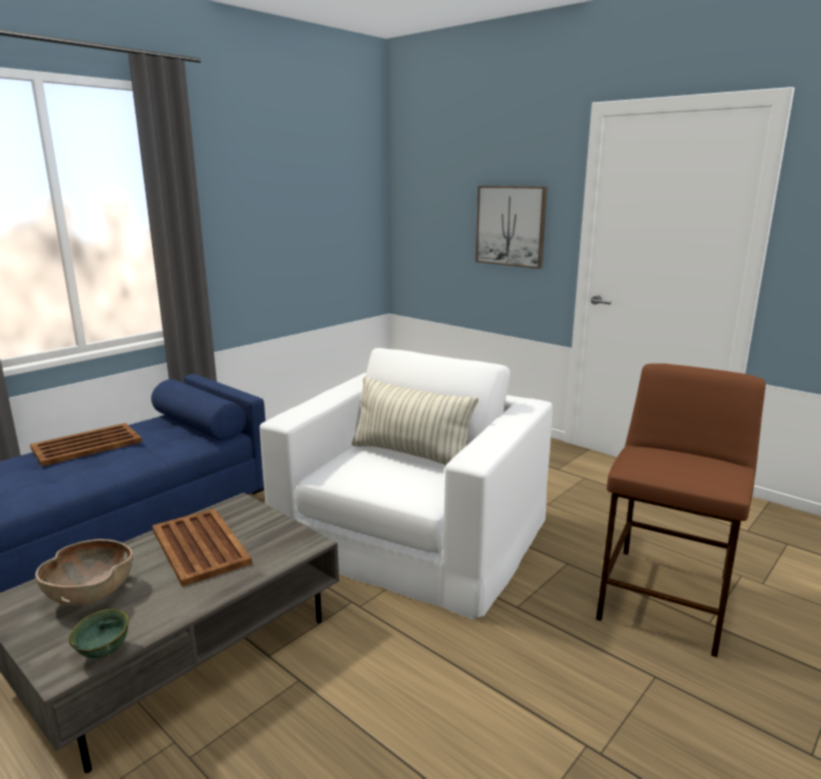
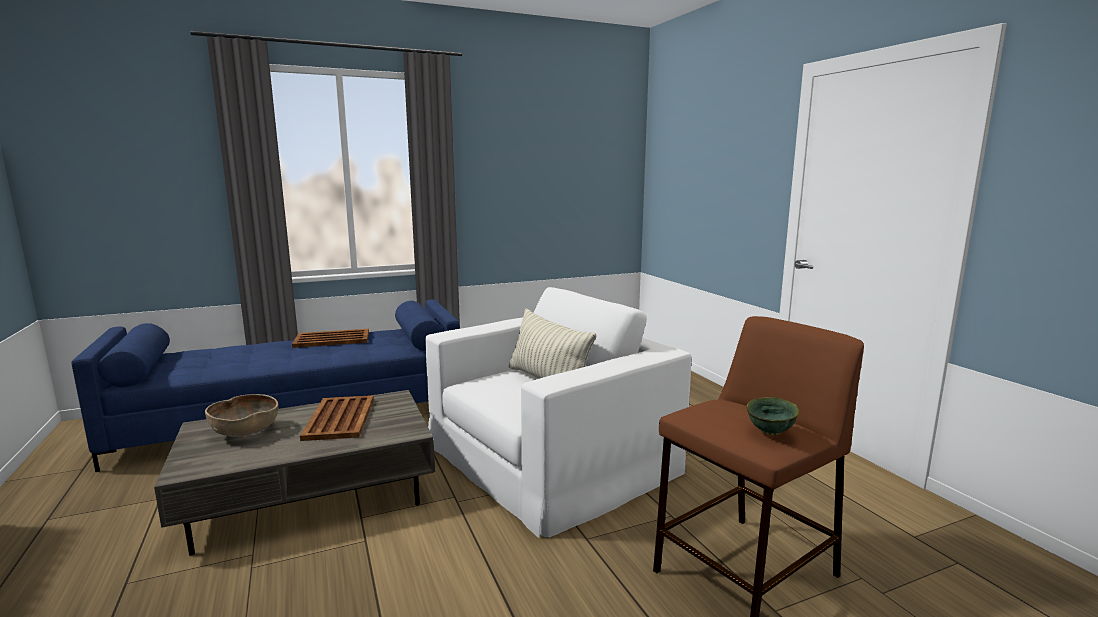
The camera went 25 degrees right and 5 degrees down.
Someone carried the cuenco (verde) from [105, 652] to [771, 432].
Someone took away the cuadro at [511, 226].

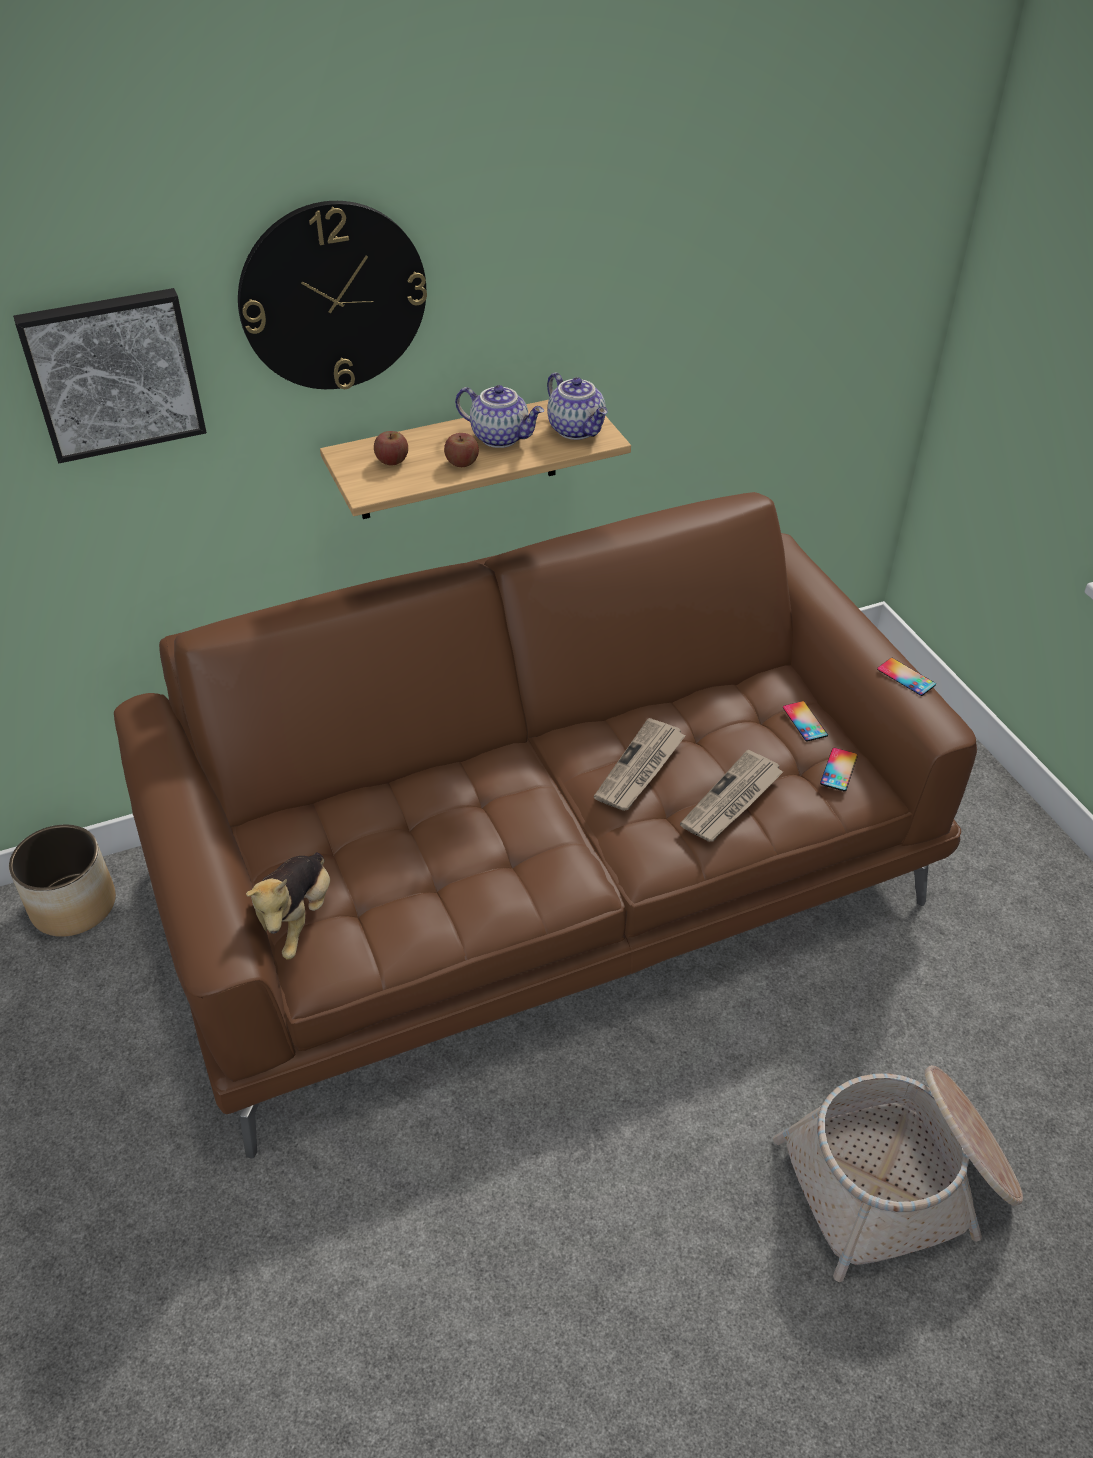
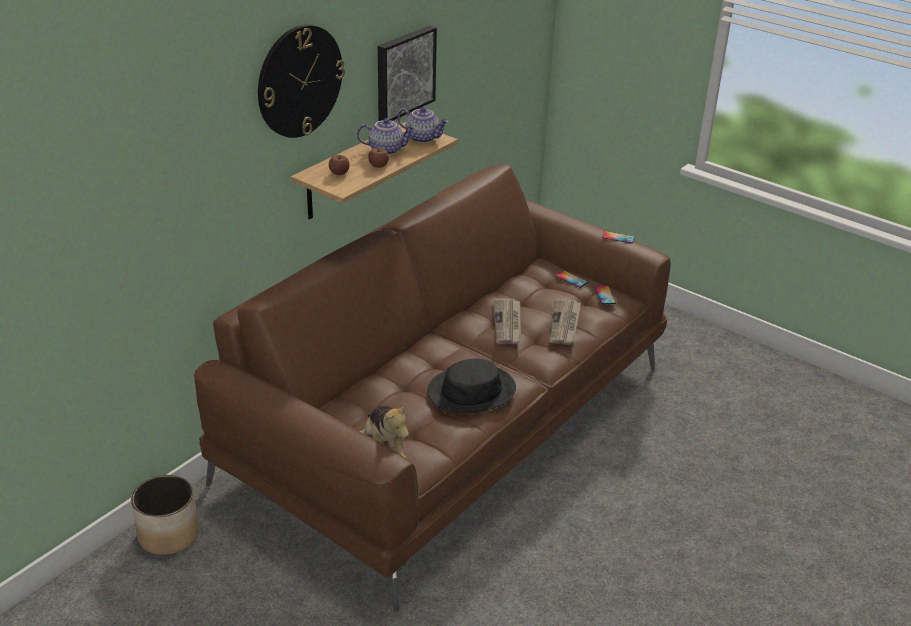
The camera went 30 degrees left and 10 degrees down.
Someone carried the cuadro from [113, 373] to [404, 73].
Someone took away the cesta at [900, 1181].
Someone put down the sombrero (negro) at [471, 390].

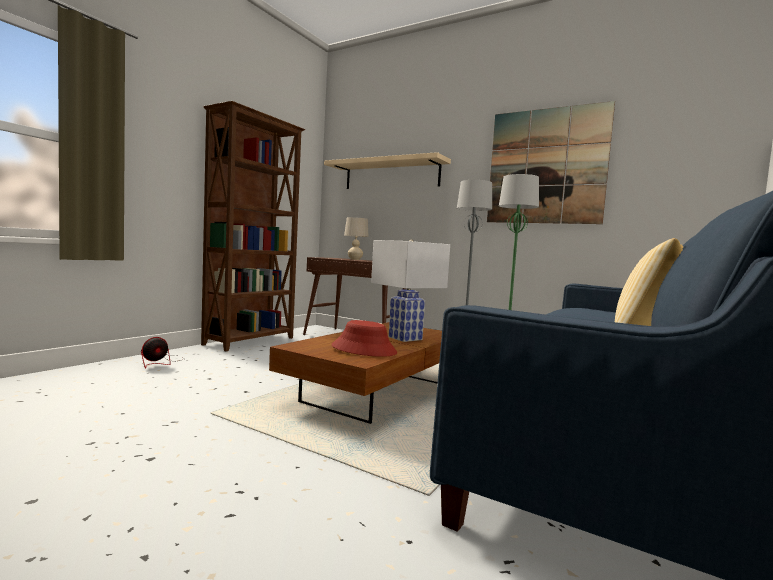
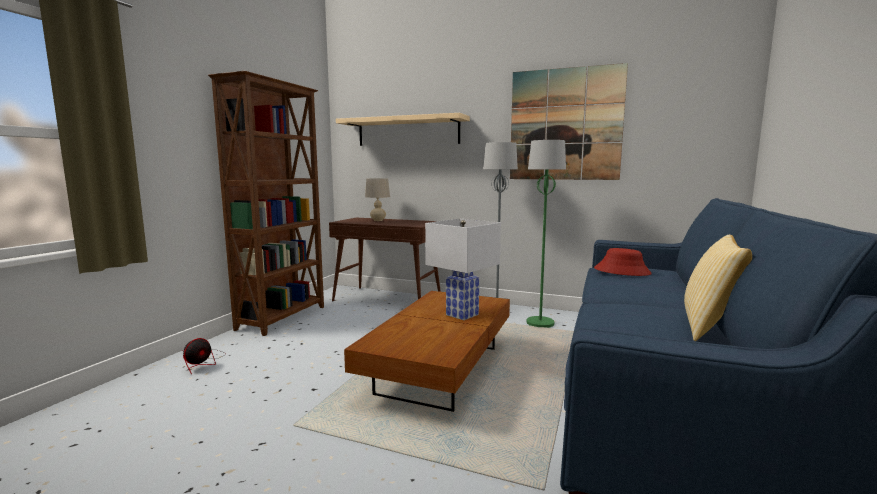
The camera went 10 degrees left and 5 degrees up.
Someone carried the sombrero (rojo) from [364, 350] to [622, 271].

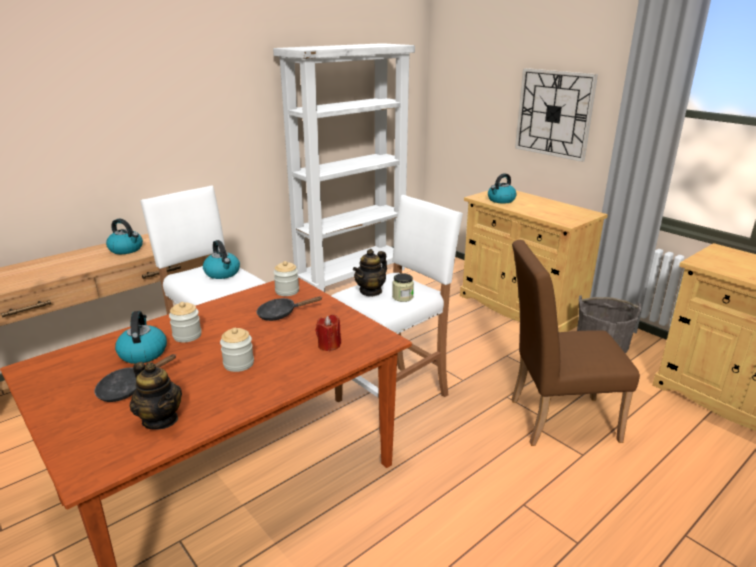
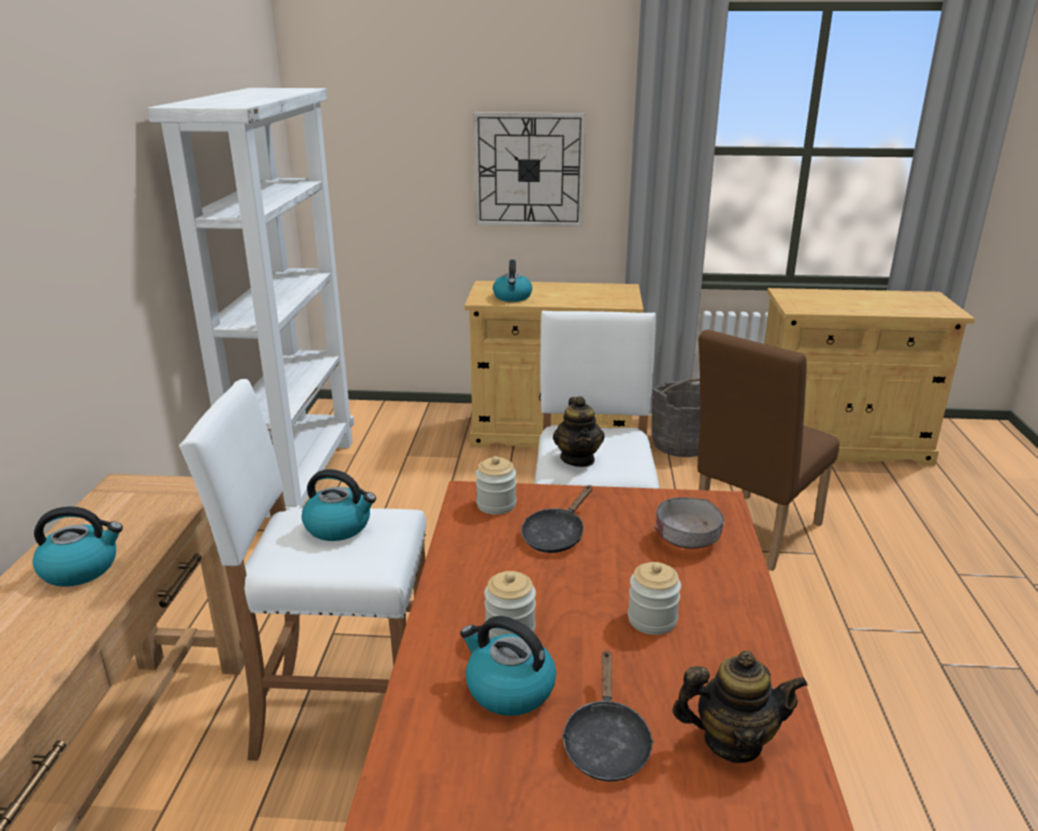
The camera went 45 degrees left and 0 degrees up.
Someone swapped the vela (rojo) at [329, 345] for the cuenco (gris) at [686, 539].
Someone took away the tarro at [402, 297].

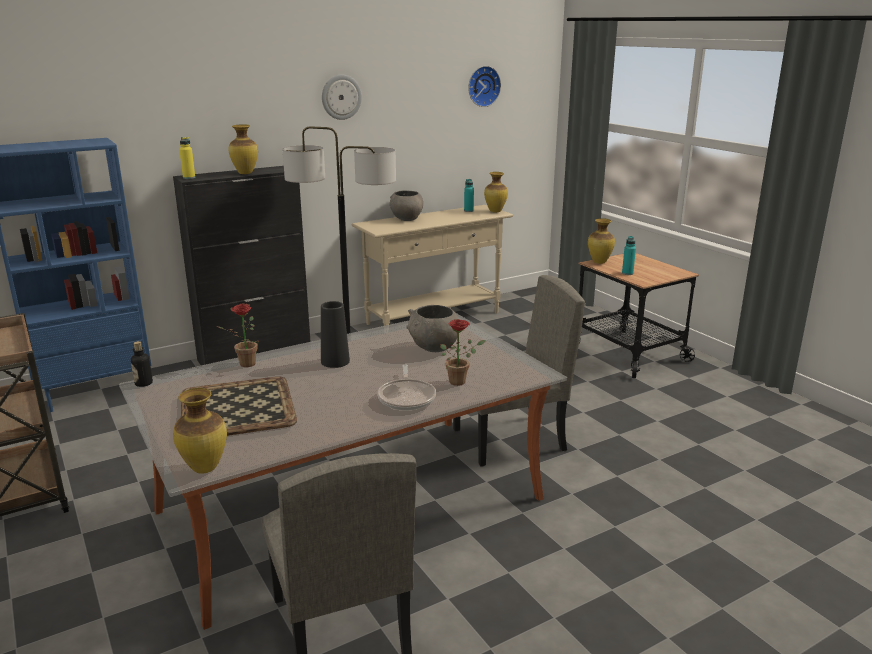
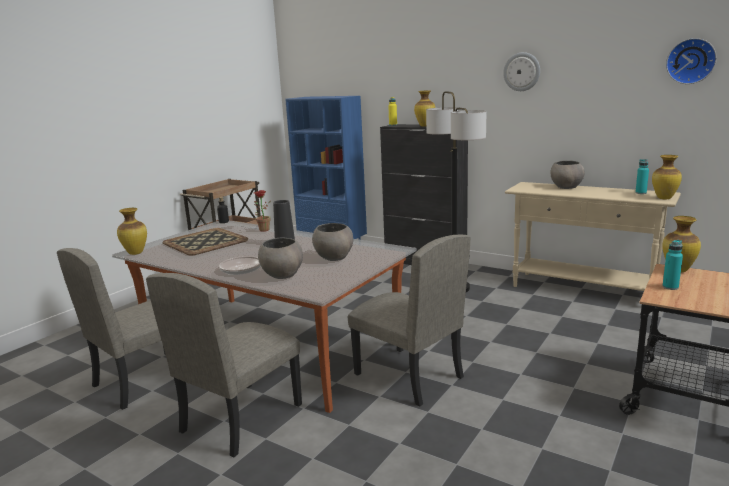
The camera went 65 degrees right and 5 degrees down.
Someone swapped the planta en maceta at [460, 381] for the cuenco (gris) at [282, 275].
Someone put down the silla (beis) at [241, 417].

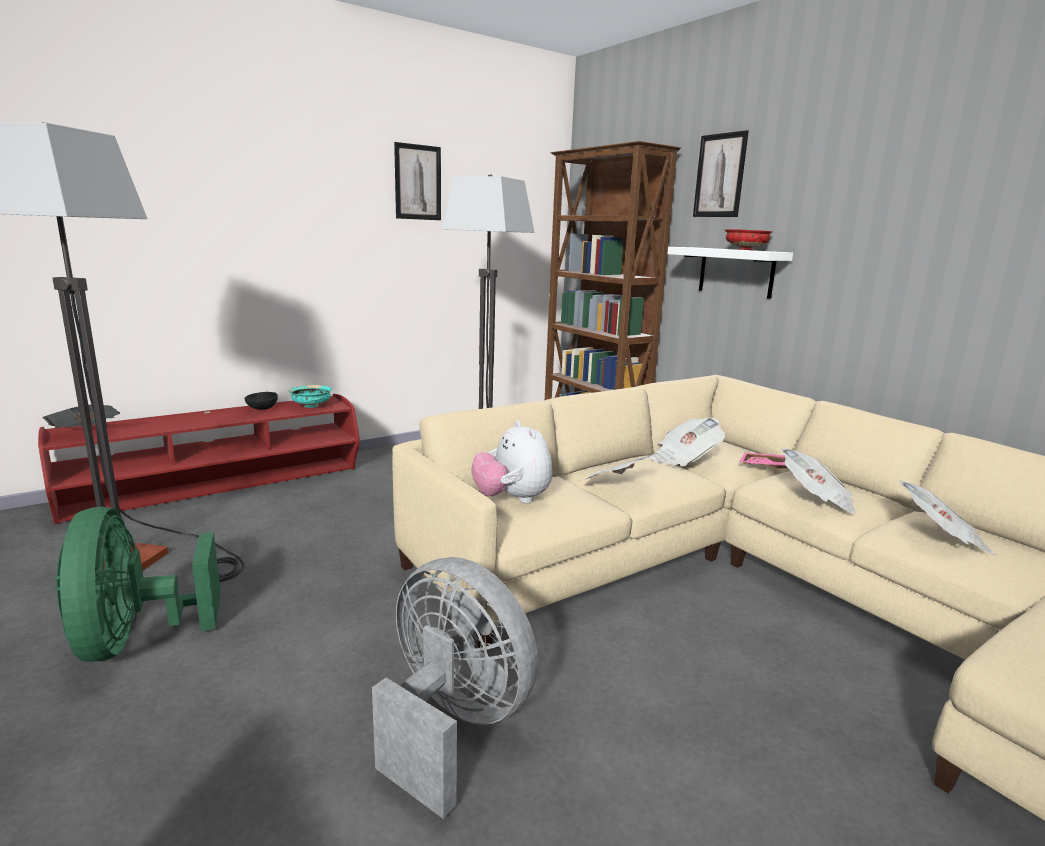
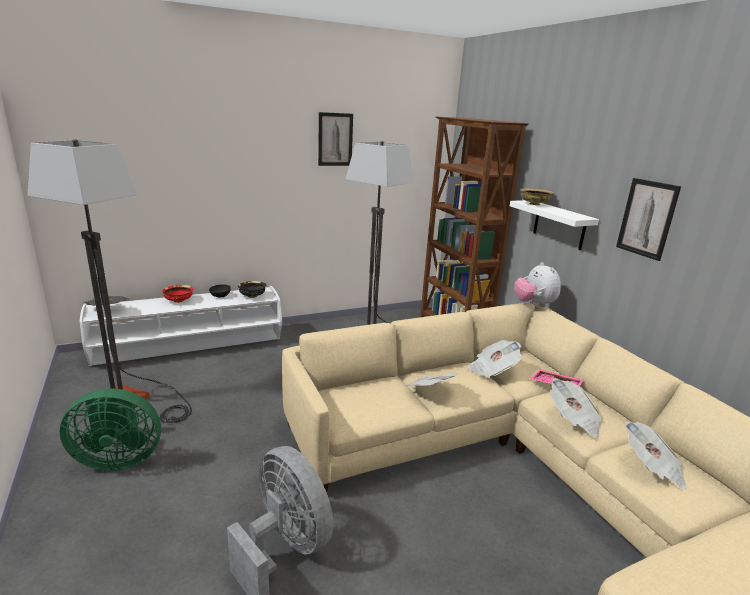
The camera went 10 degrees right and 5 degrees up.
Someone repainted the mueble de televisión (rojo) at [219, 487], which became the mueble de televisión (blanco) at [190, 347].
Someone rotated the ventilador (verde) at [135, 639] by 90 degrees counterclockwise.
Someone repainted the cuenco (turquesa) at [311, 406], which became the cuenco (negro) at [252, 296].
Someone carried the peluche from [512, 499] to [534, 304].
Someone carried the cuadro from [720, 175] to [647, 218].
Someone carried the cuenco (rojo) from [745, 250] to [179, 300].
Someone put down the cuenco (beis) at [534, 204].

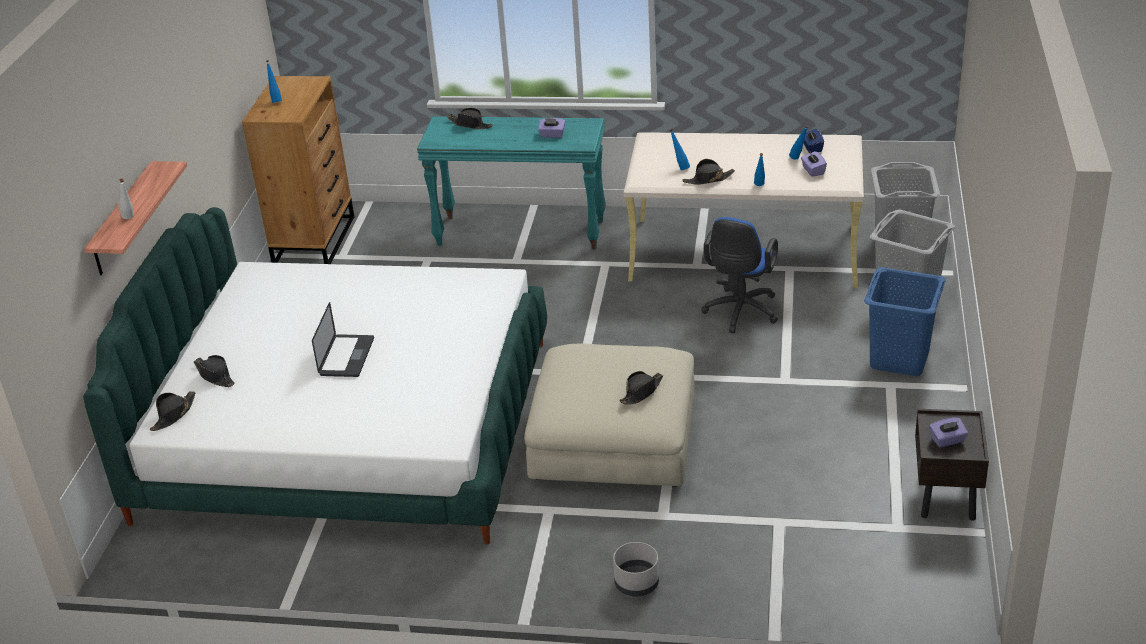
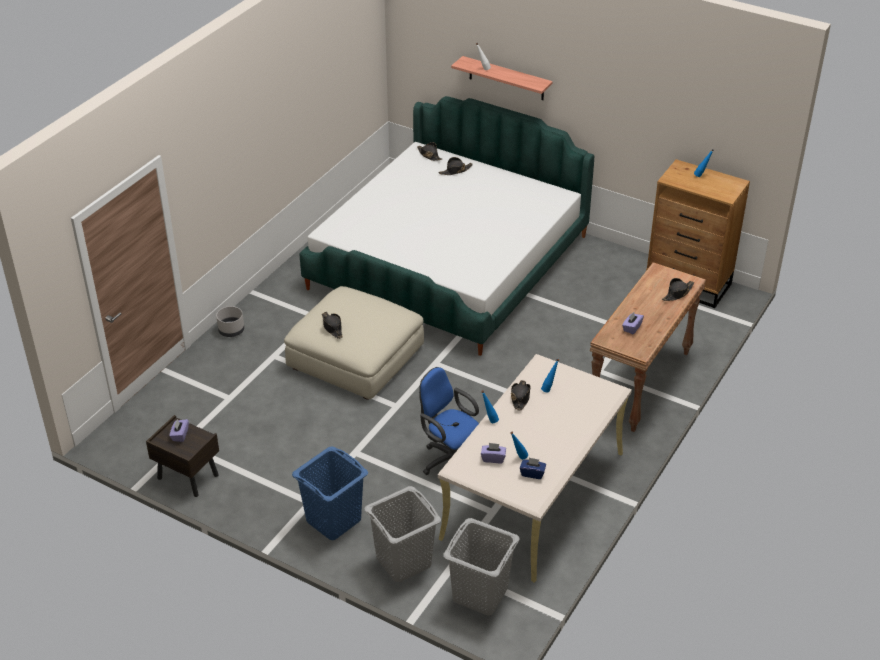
The camera went 110 degrees right and 5 degrees up.
Someone took away the portátil at [346, 357].
Someone repainted the mesa consola (turquesa) at [521, 232], which became the mesa consola (marrón) at [641, 384].

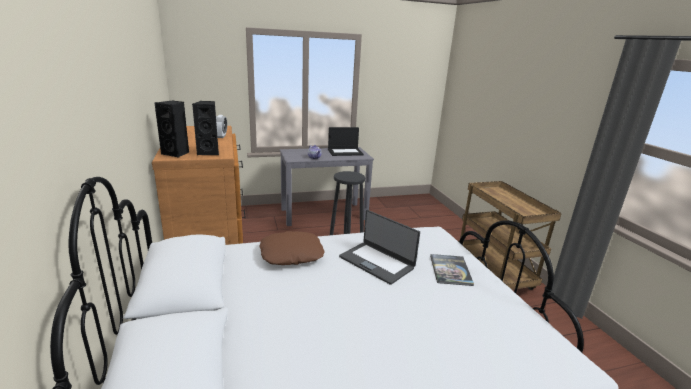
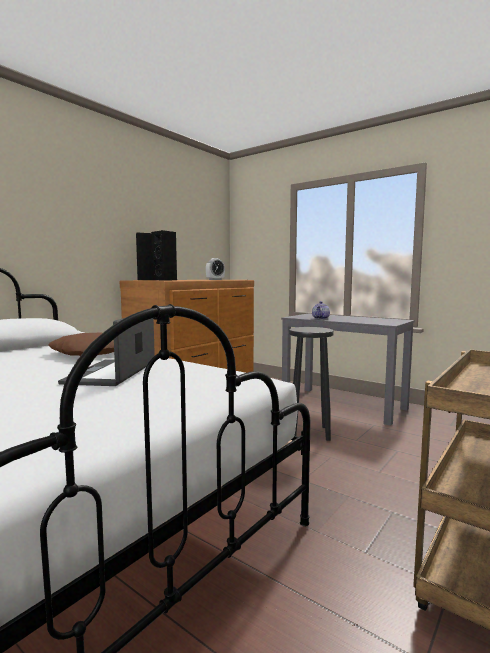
The camera went 55 degrees right and 15 degrees down.
Someone took away the portátil at [345, 152].
Someone took away the libro at [450, 270].

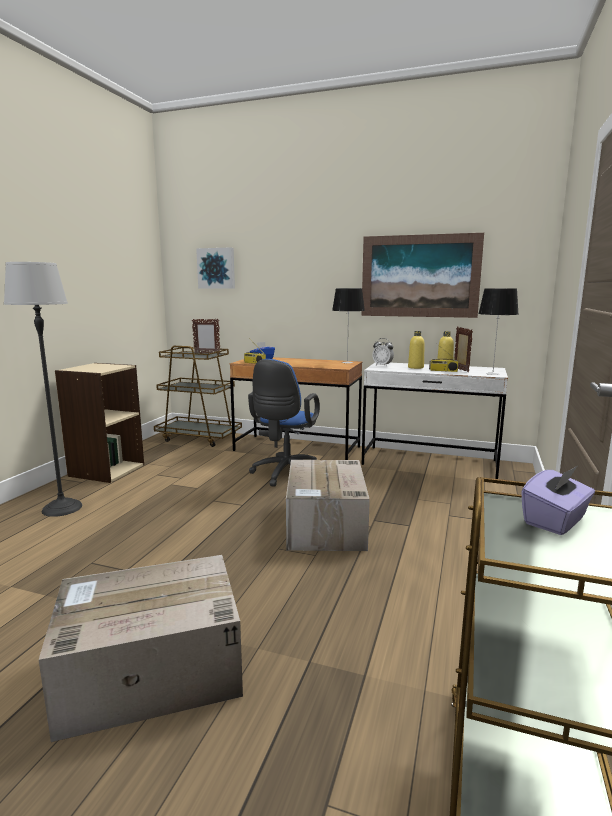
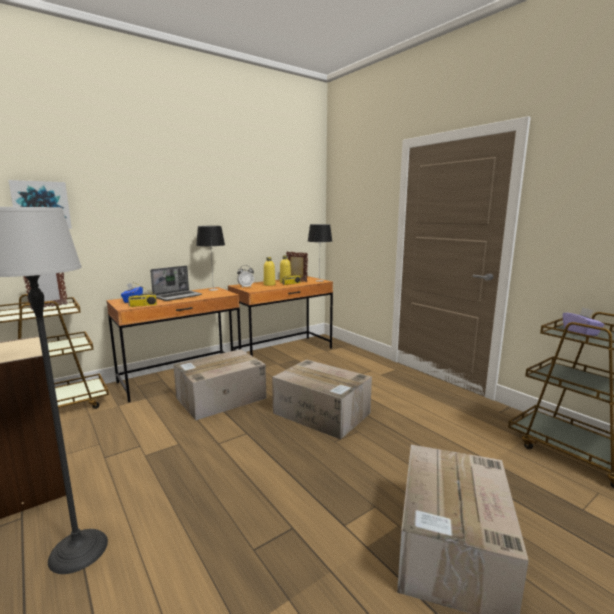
The camera went 55 degrees left and 0 degrees up.
Someone swapped the silla de oficina (azul) at [285, 474] for the caja de cartón at [220, 398].
Someone took away the cuadro at [419, 276].
Someone repainted the escritorio (blanco) at [429, 462], which became the escritorio (marrón) at [283, 352].
Someone put down the portátil at [178, 296].

